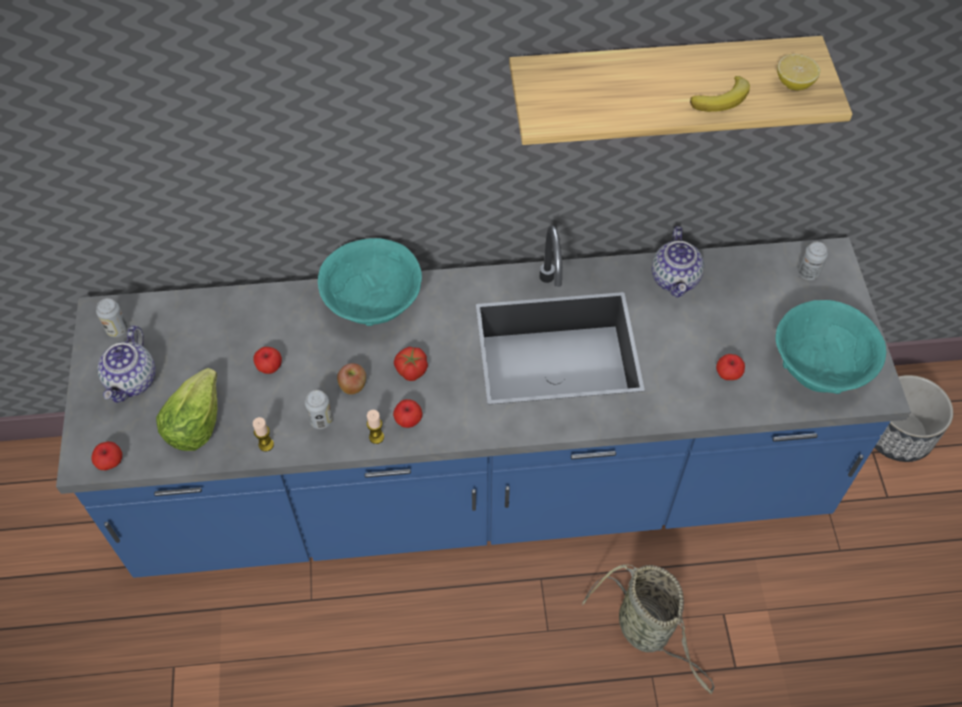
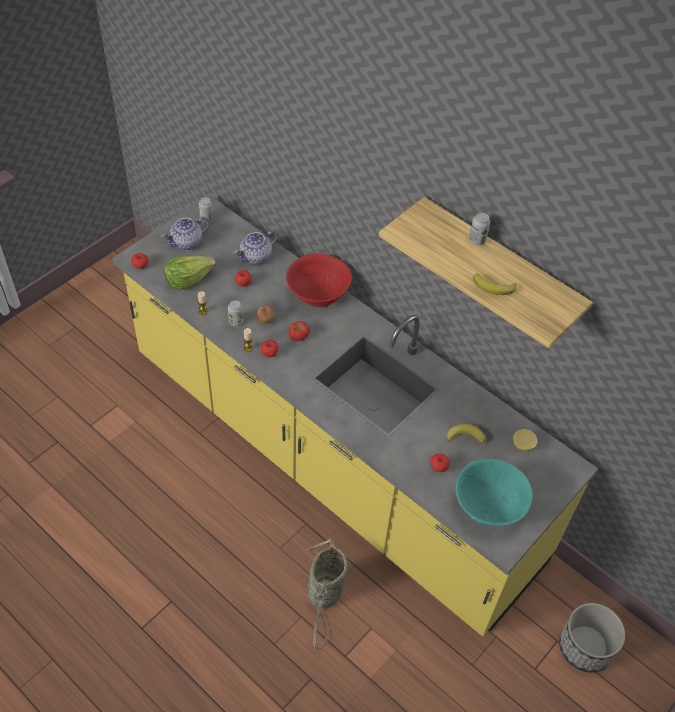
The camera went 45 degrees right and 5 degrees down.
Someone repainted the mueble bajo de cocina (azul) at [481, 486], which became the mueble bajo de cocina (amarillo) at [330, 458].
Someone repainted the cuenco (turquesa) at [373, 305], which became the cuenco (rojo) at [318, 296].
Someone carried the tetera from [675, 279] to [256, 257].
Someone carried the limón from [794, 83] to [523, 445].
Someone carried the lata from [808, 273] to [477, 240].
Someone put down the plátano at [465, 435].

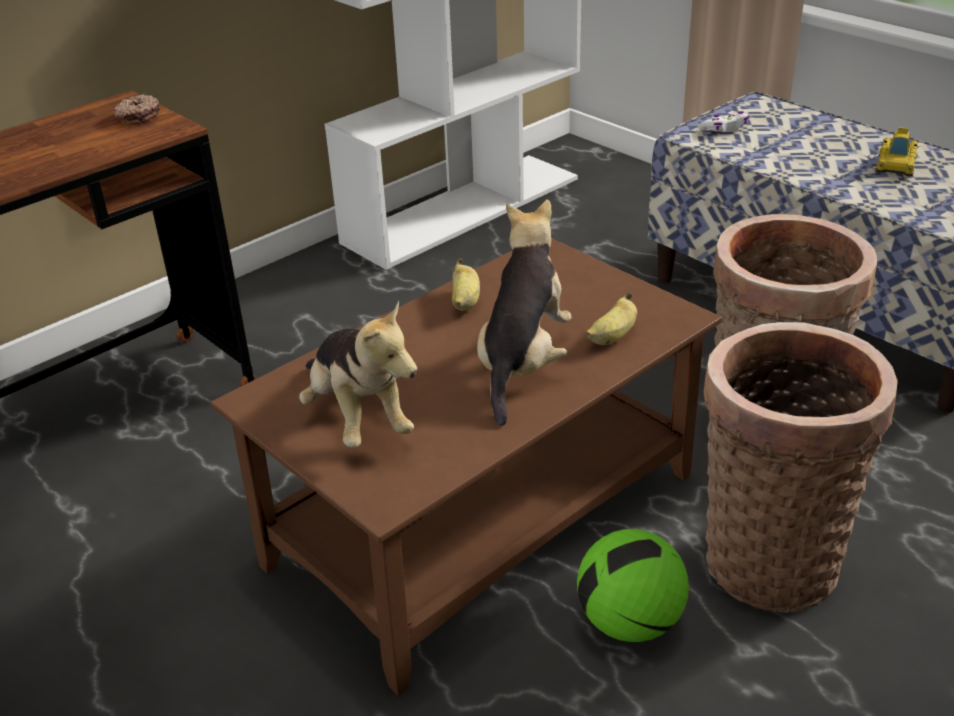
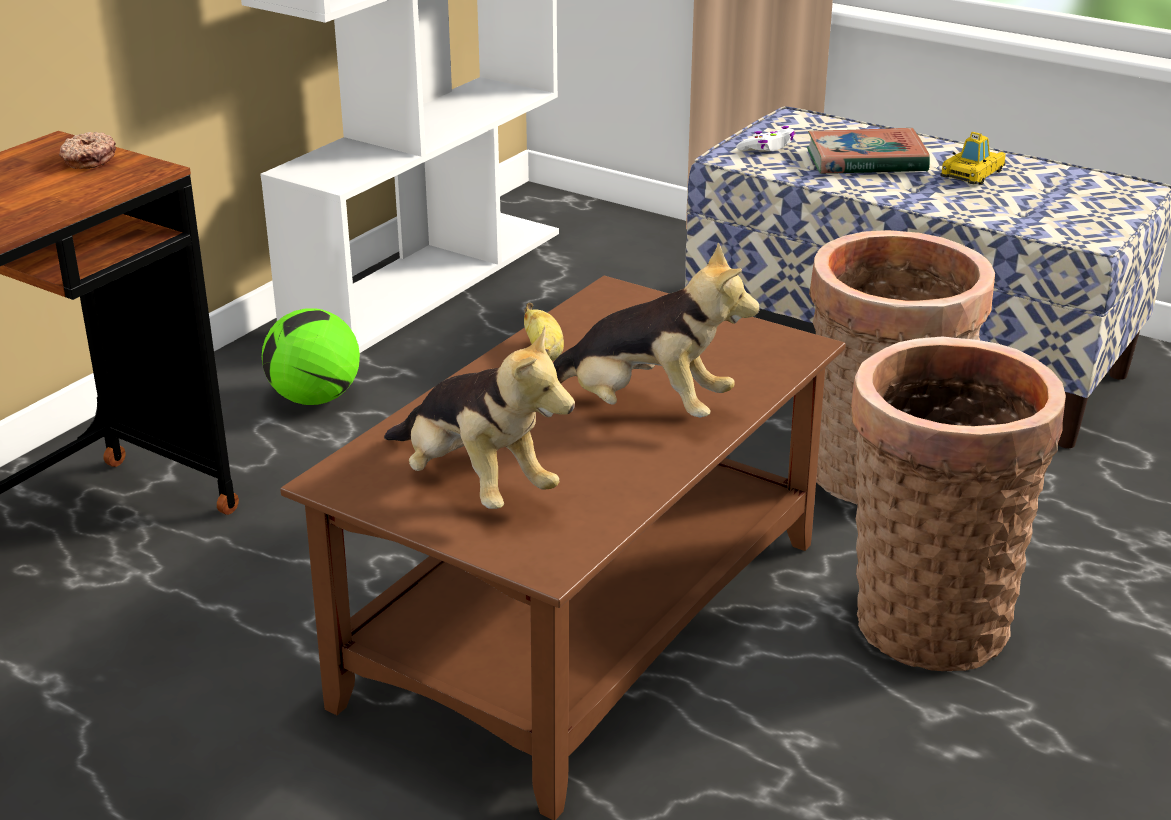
The camera went 15 degrees left and 5 degrees down.
Someone rotated the peluche at [522, 363] by 105 degrees clockwise.
Someone carried the balón de fútbol from [629, 622] to [314, 398].
Someone took away the plátano at [612, 337].
Someone rotated the coche de juguete at [895, 165] by 150 degrees counterclockwise.
Someone put down the libro at [866, 160].

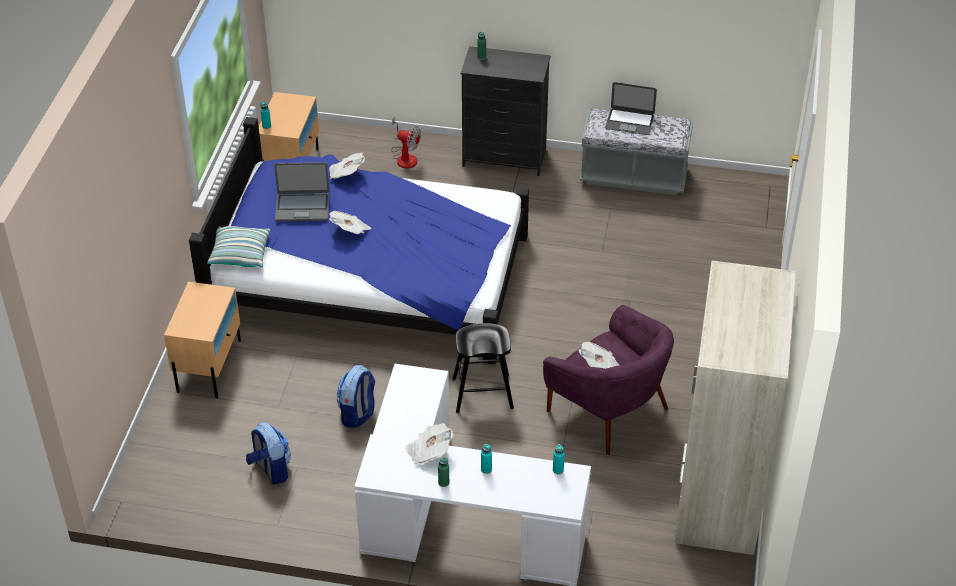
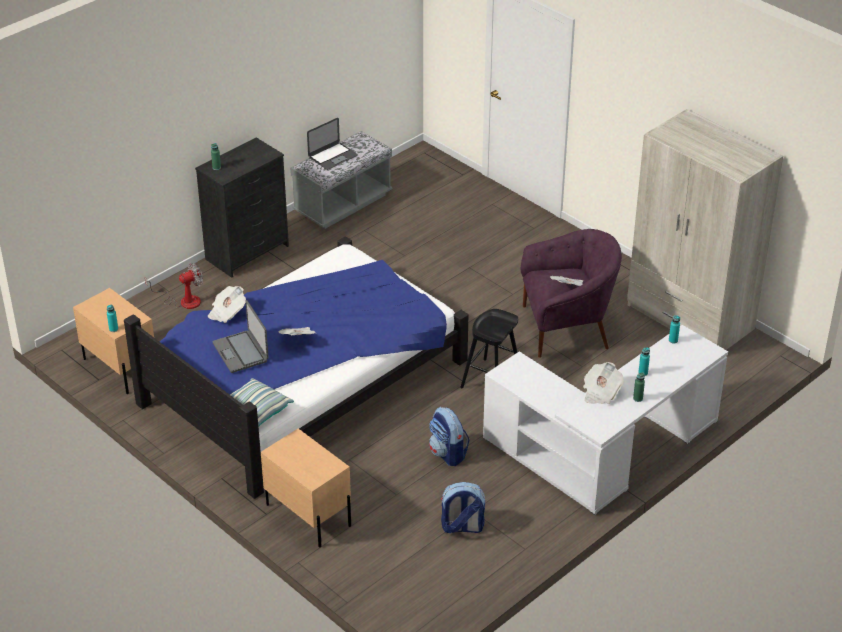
The camera went 55 degrees left and 5 degrees down.
Someone rotated the portátil at [302, 207] by 120 degrees clockwise.

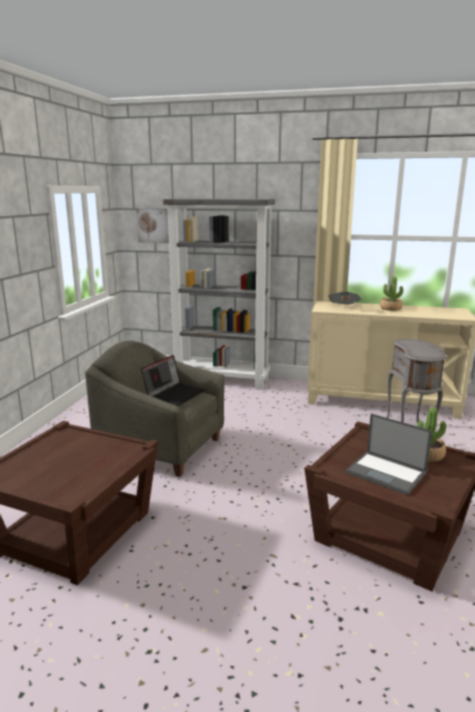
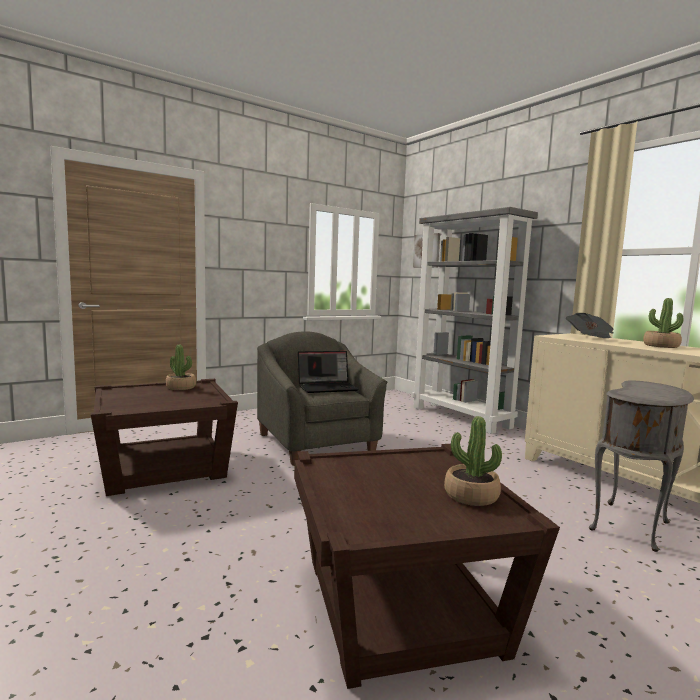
The camera went 40 degrees right and 10 degrees down.
Someone took away the portátil at [387, 473].
Someone put down the planta en maceta at [181, 387].

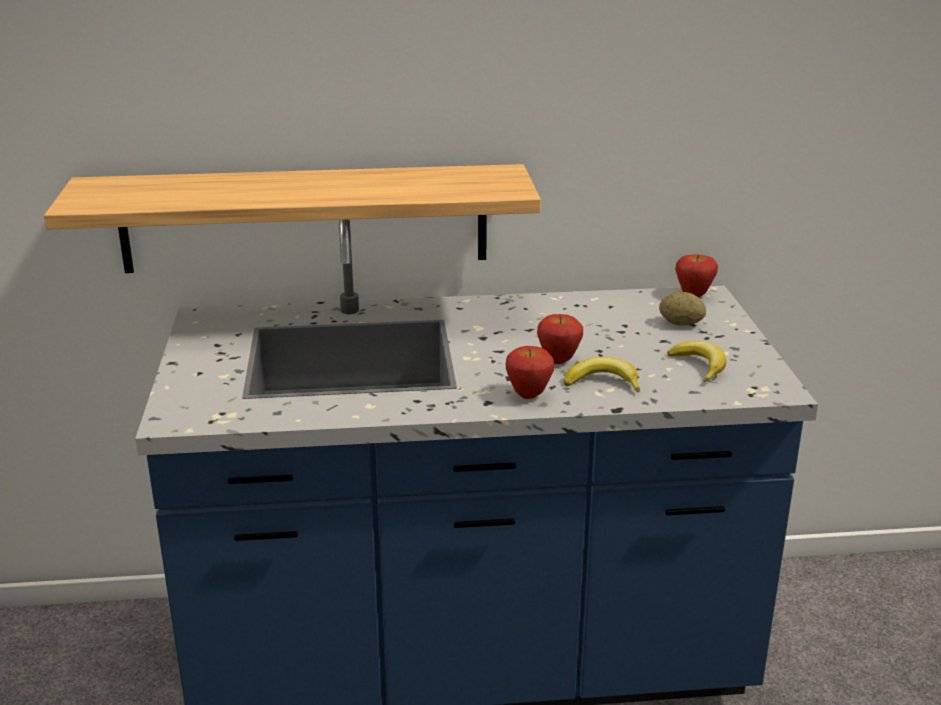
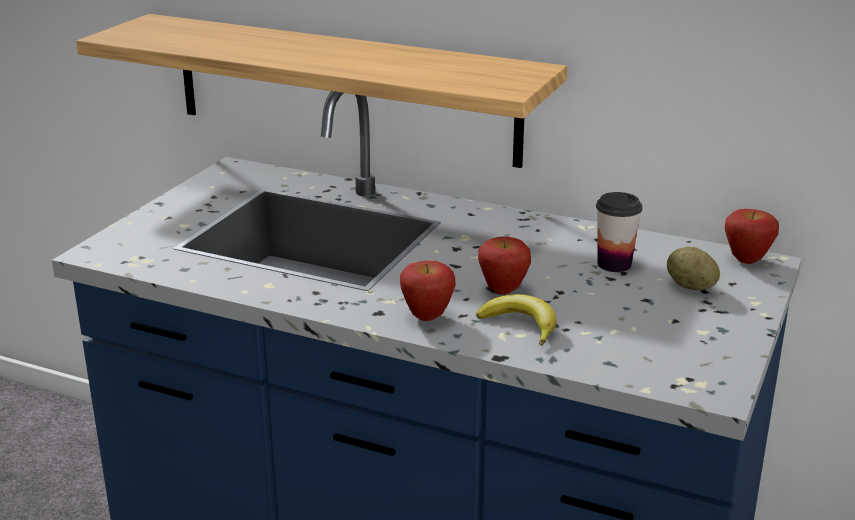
The camera went 30 degrees right and 0 degrees up.
Someone took away the plátano at [699, 366].
Someone put down the taza at [614, 264].

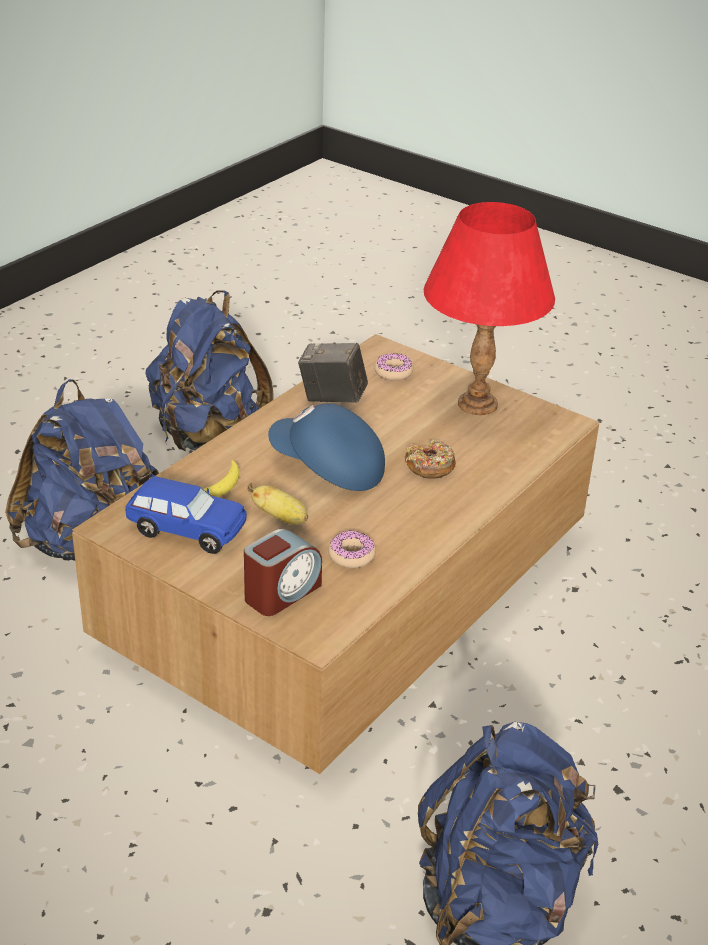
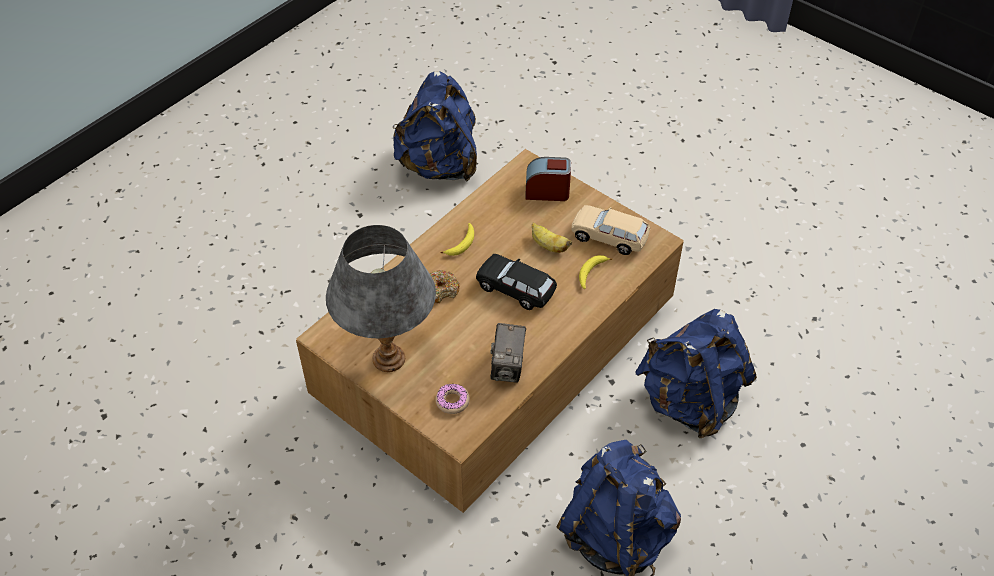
The camera went 175 degrees left and 15 degrees up.
Someone repainted the coche de juguete (azul) at [187, 530], which became the coche de juguete (beis) at [609, 237].
Someone rotated the despertador at [281, 593] by 45 degrees clockwise.
Someone swapped the gorra (azul) at [327, 468] for the coche de juguete (negro) at [516, 289].
Someone rotated the cámara at [332, 398] by 75 degrees clockwise.
Someone took away the rosquilla at [351, 555].
Someone repainted the lámpara de mesa (rojo) at [476, 404], which became the lámpara de mesa (gris) at [389, 359].
Someone put down the plátano at [461, 244].

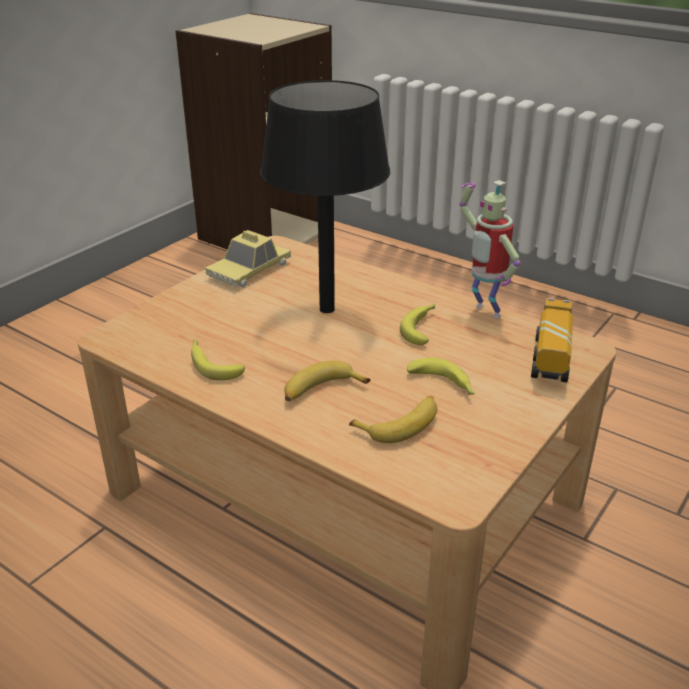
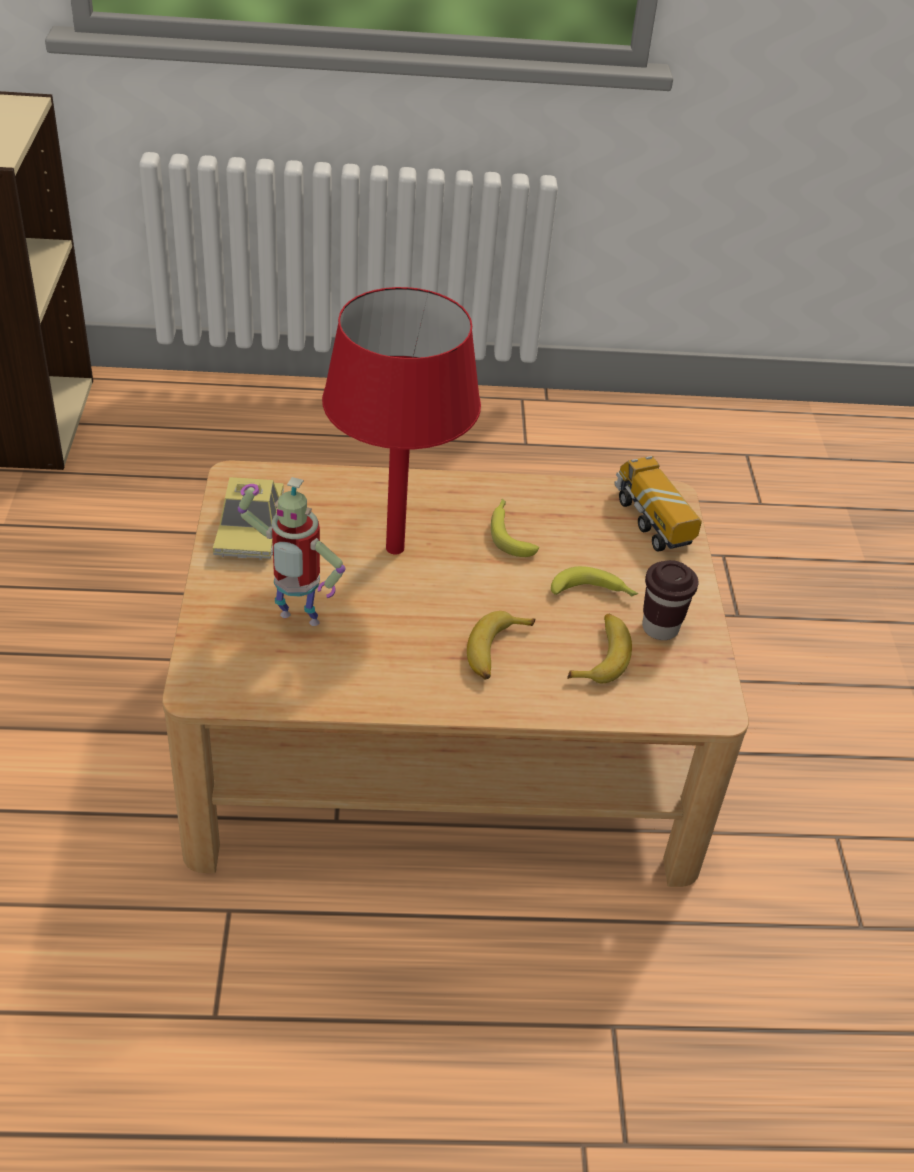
The camera went 40 degrees left and 10 degrees up.
Someone took away the plátano at [212, 364].
Someone repainted the lámpara de mesa (negro) at [327, 309], which became the lámpara de mesa (rojo) at [395, 548].
Someone carried the robot de juguete from [483, 312] to [296, 622].
Someone put down the taza (marrón) at [660, 628].

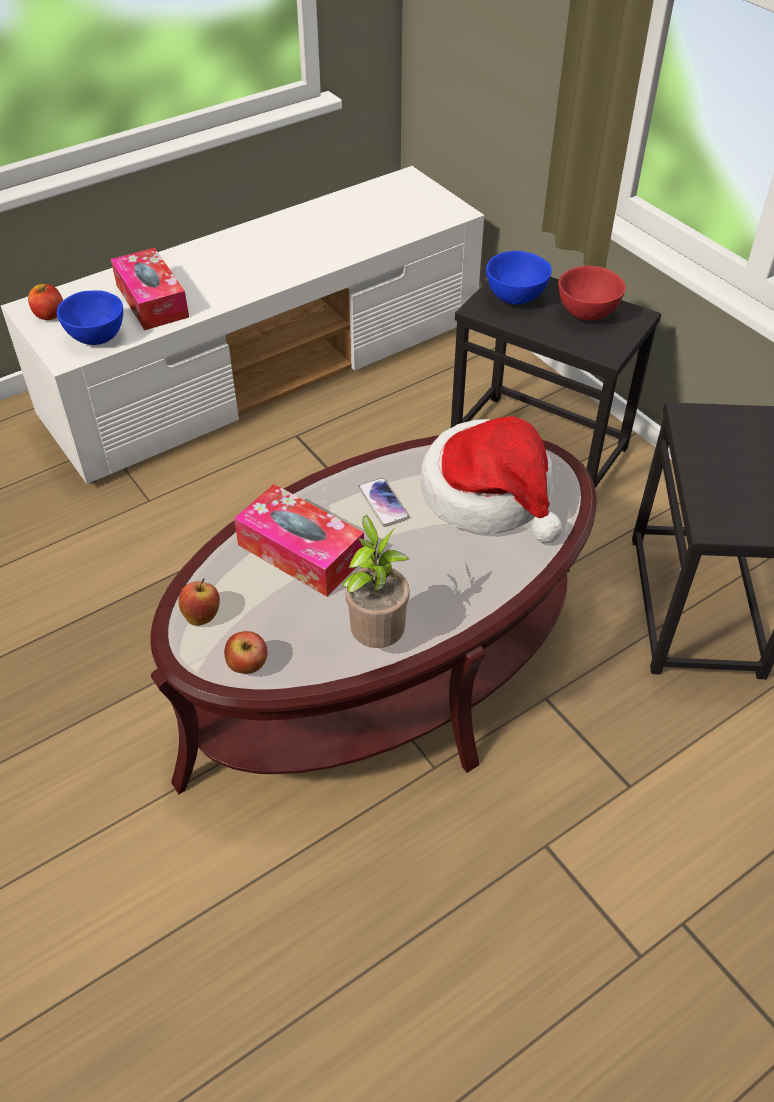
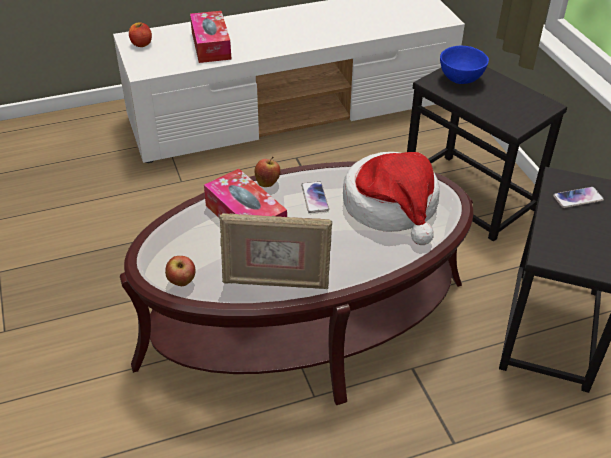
The camera went 15 degrees right and 5 degrees down.
Someone took away the cuenco (azul) at [96, 337].
Someone carried the manzana from [202, 615] to [267, 183].
Someone swapped the planta en maceta at [377, 637] for the portarretratos at [275, 282].
Someone took away the cuenco (rojo) at [587, 314].
Someone put down the móvil at [578, 198].

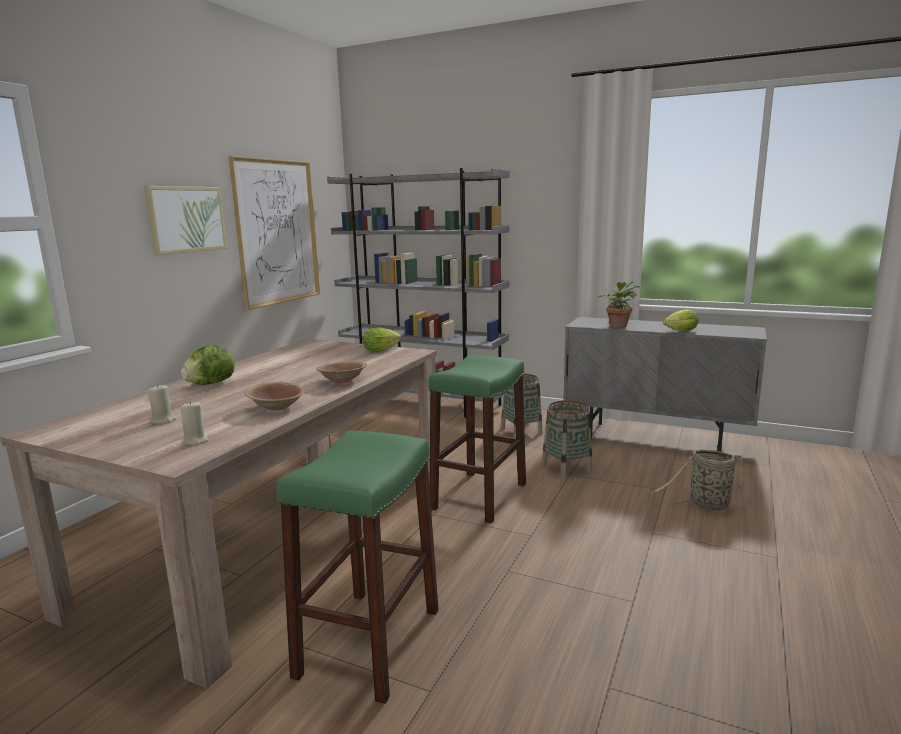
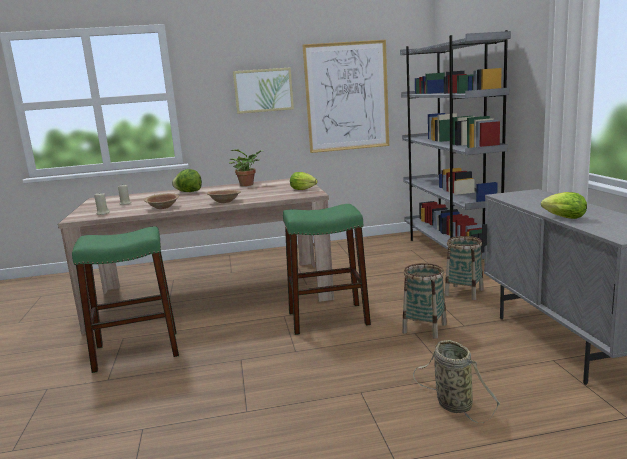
The camera went 55 degrees right and 0 degrees up.
Someone carried the planta en maceta from [618, 325] to [248, 184].

